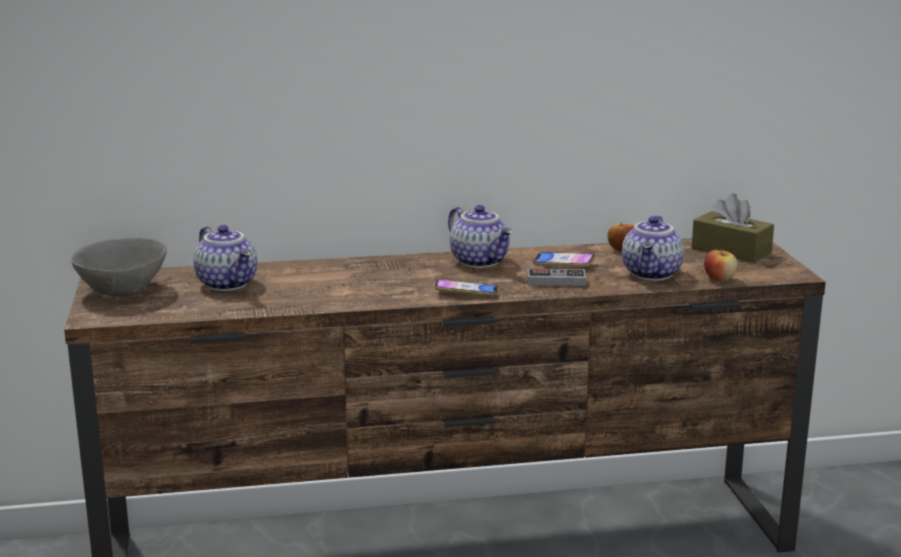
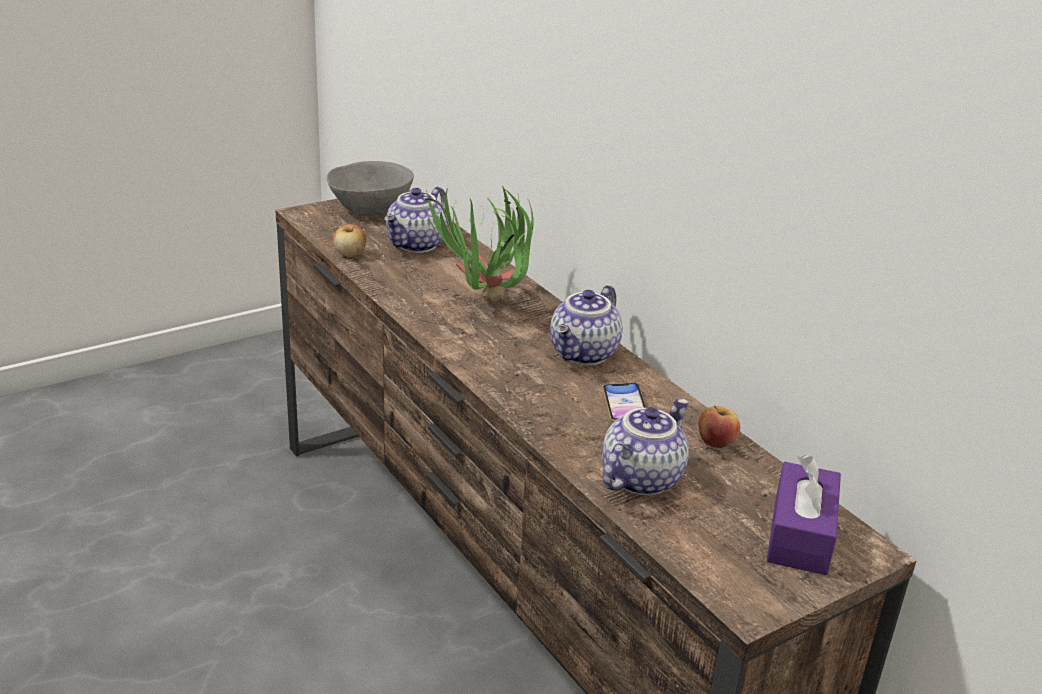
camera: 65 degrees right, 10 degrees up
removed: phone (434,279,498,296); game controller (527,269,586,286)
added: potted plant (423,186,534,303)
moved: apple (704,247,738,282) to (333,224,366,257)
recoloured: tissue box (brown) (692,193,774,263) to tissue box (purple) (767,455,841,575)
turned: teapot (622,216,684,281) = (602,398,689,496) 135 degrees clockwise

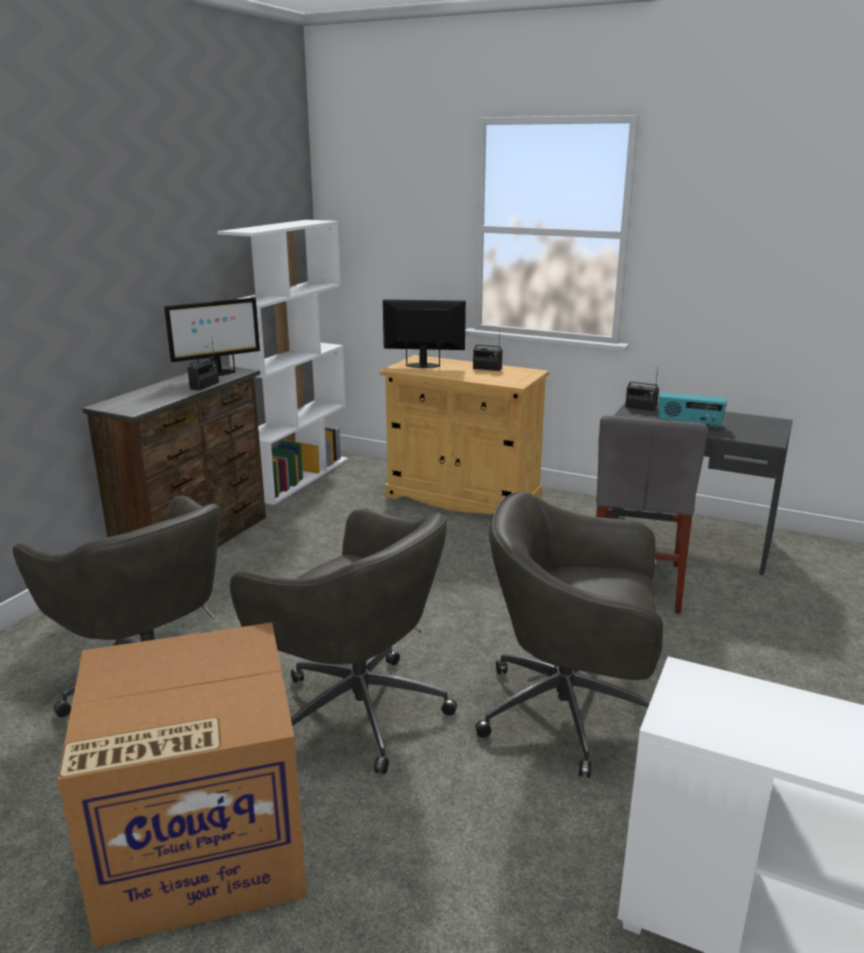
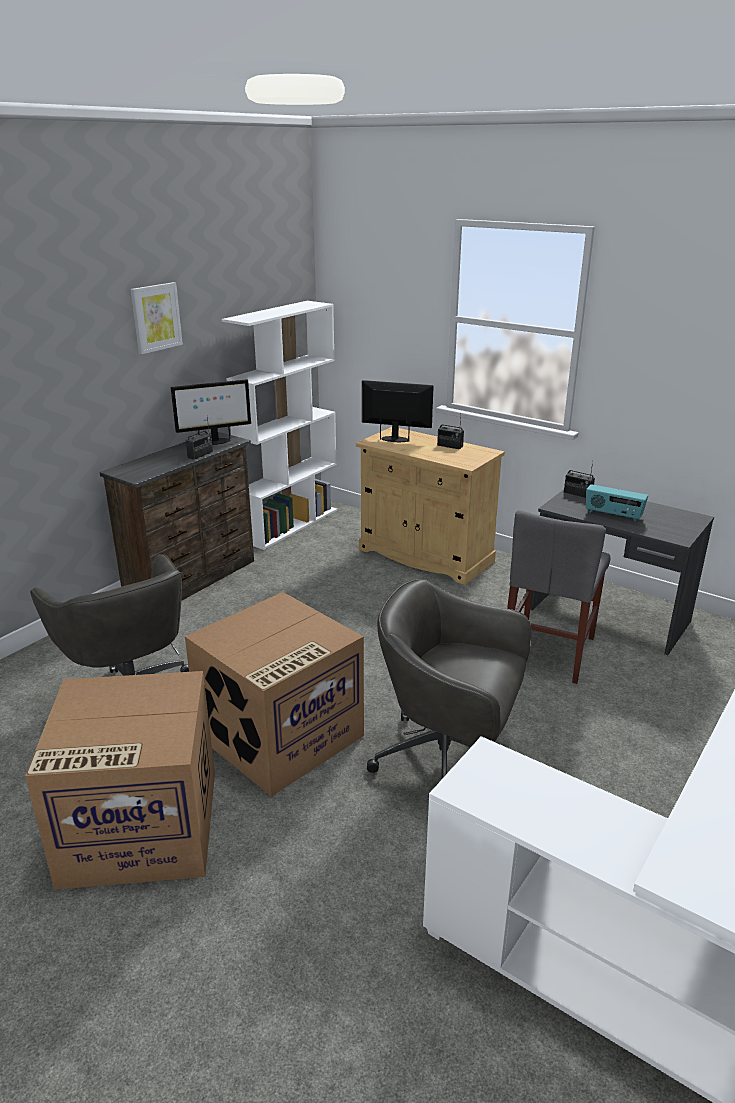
camera: 10 degrees right, 5 degrees up
added: picture (130,282,183,354)
replaced: office chair (grey) (230,508,457,775) to cardboard box (185,592,364,797)

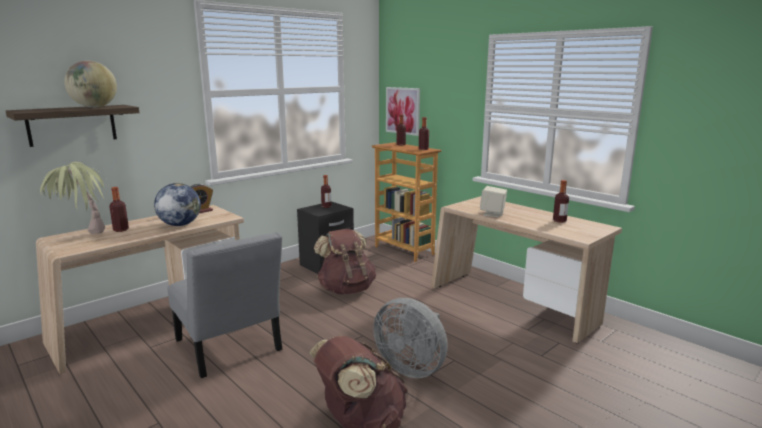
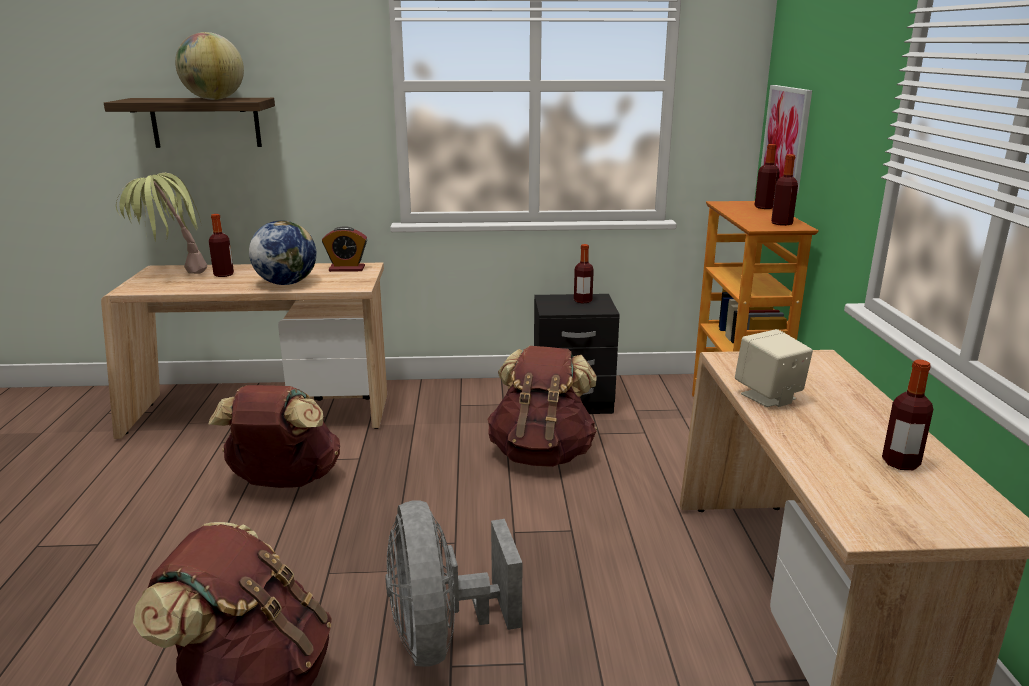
camera: 40 degrees right, 5 degrees up
replaced: chair (grey) (167,232,283,378) to backpack (brown) (208,385,340,488)

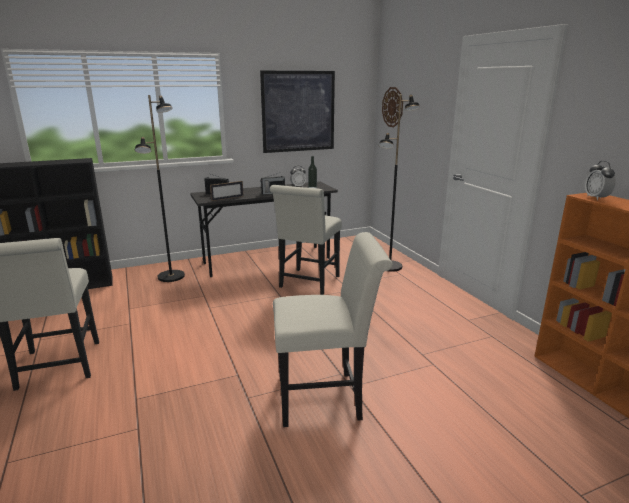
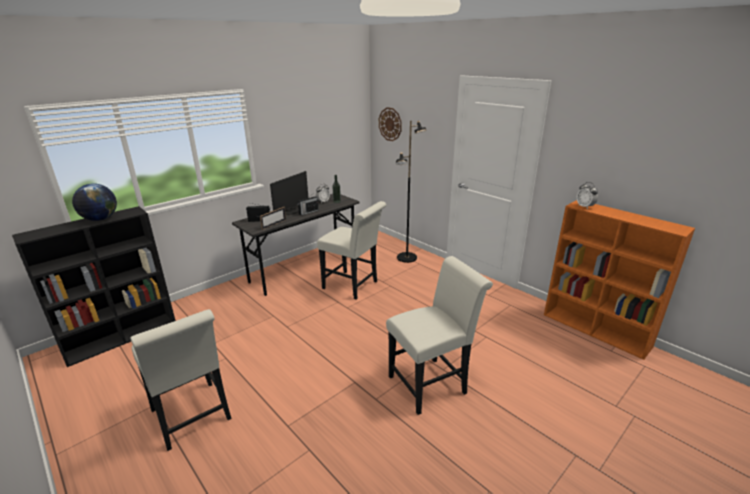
camera: 20 degrees left, 5 degrees up
removed: floor lamp (black) (135,95,185,282); picture (260,71,335,153)
added: globe (72,184,117,221); monitor (270,171,308,215)
turned: chair (white) (270,185,342,295) = (317,201,386,300) 60 degrees counterclockwise

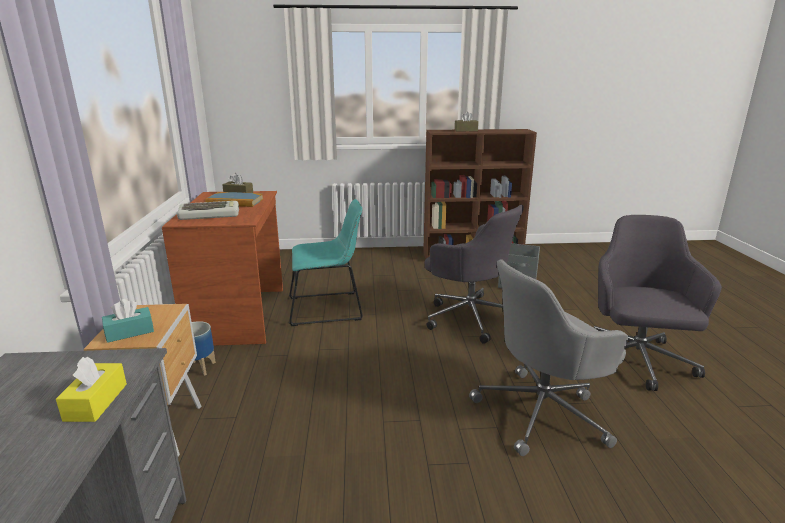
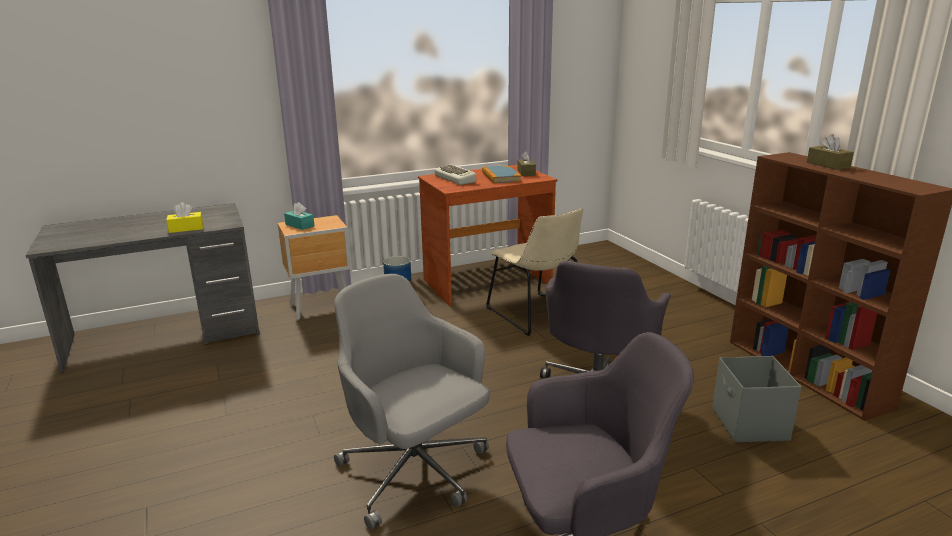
camera: 70 degrees right, 0 degrees up
recoloured: chair (turquoise) (289,199,363,326) to chair (beige) (486,208,584,336)

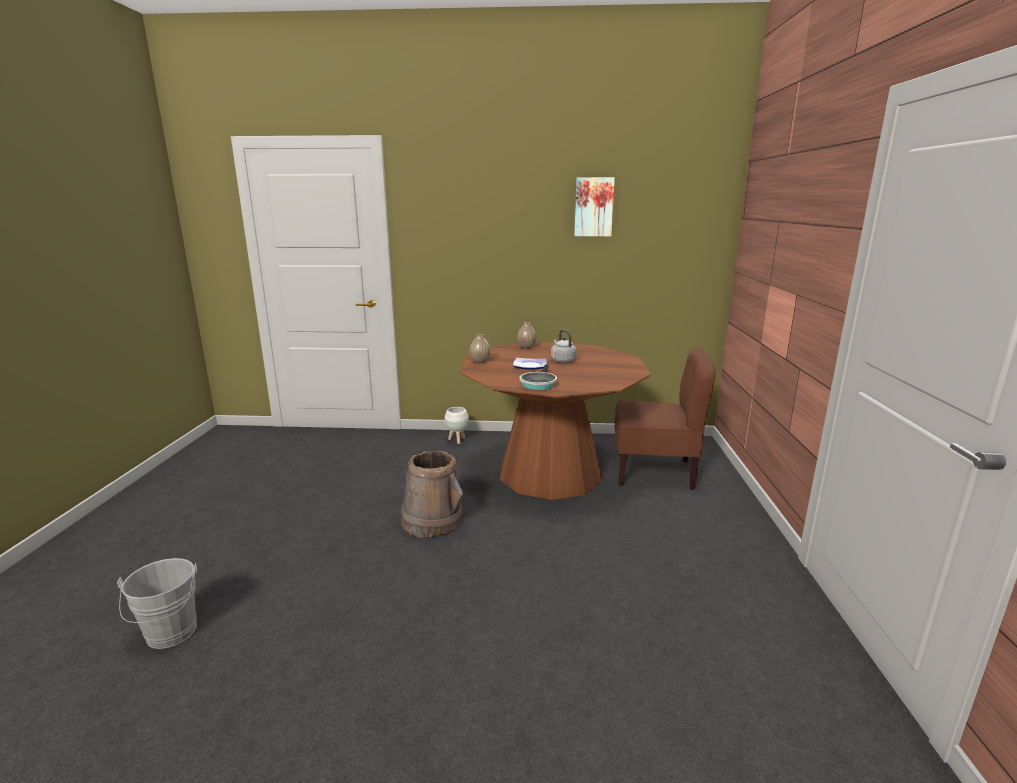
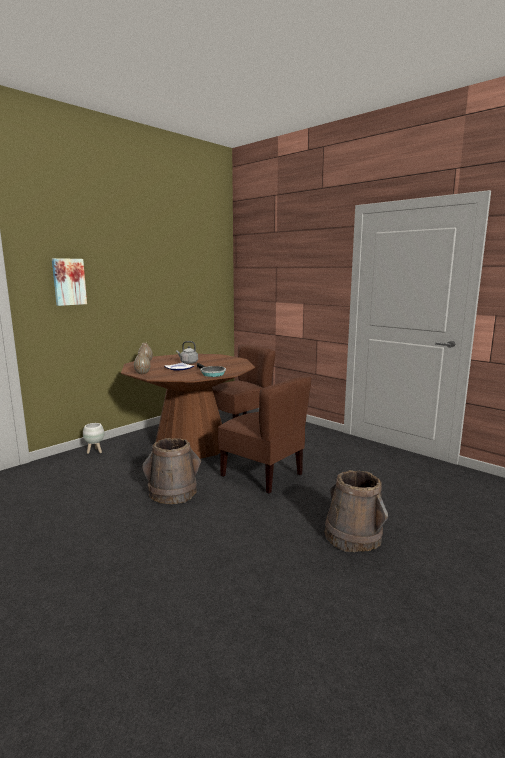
camera: 50 degrees left, 5 degrees down
removed: bucket (grey) (117,558,197,649)
added: chair (brown) (218,376,312,494); bucket (brown) (325,470,388,552)
moved: picture (574,177,615,237) to (52,258,87,306)

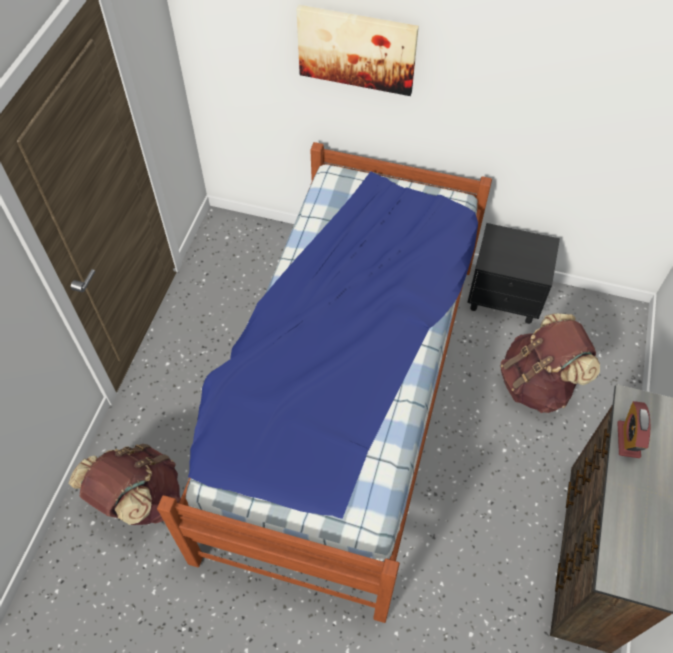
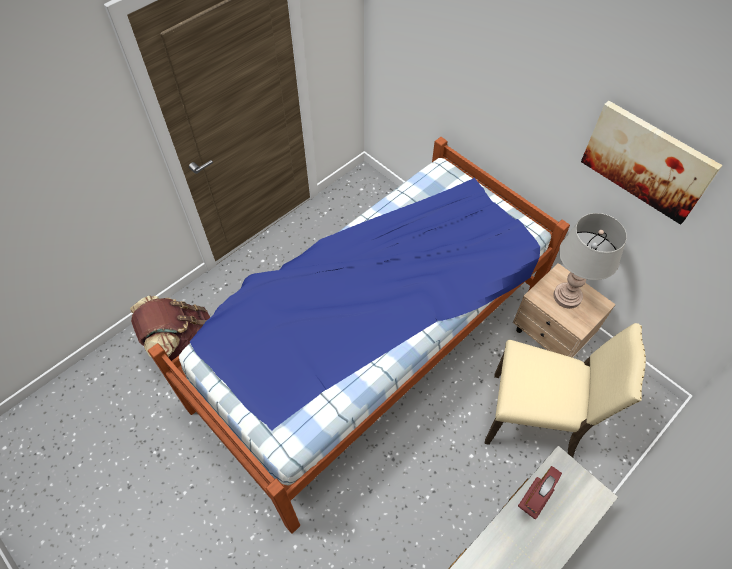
camera: 30 degrees right, 0 degrees up
added: table lamp (grey) (554,213,627,309)
moved: picture (296,5,419,96) to (581,101,723,225)
replaced: backpack (brown) (500,313,600,413) to chair (beige) (485,323,646,458)
recoloured: nightstand (black) (467,223,560,324) to nightstand (beige) (513,263,616,358)

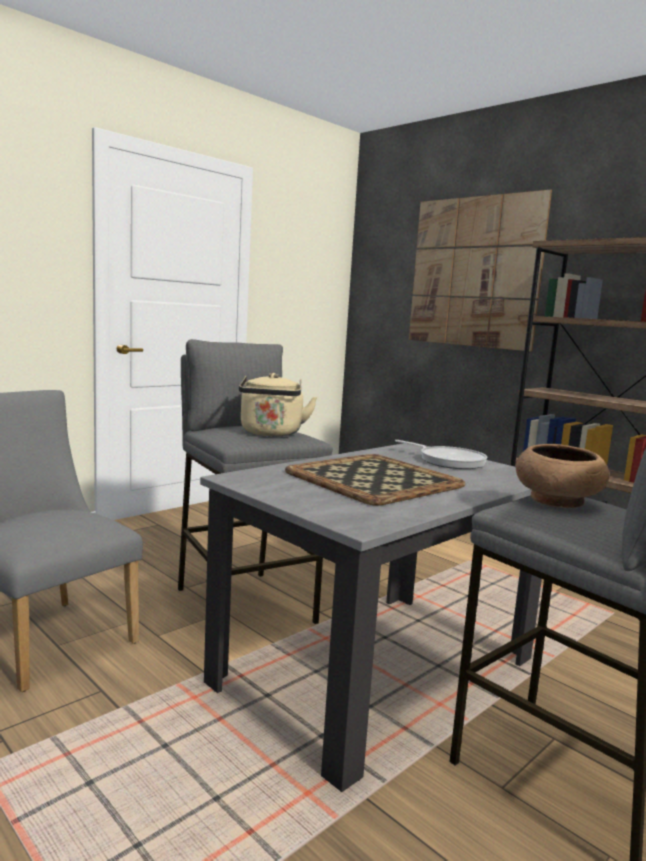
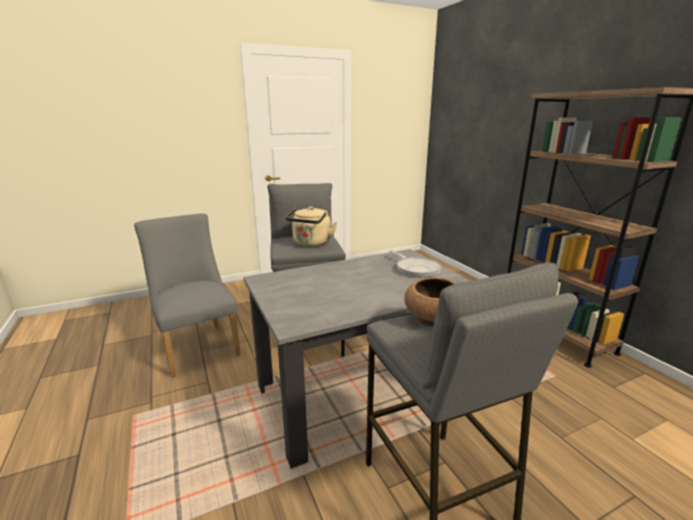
camera: 20 degrees right, 10 degrees up
removed: tray (285,454,465,506); picture (409,190,552,352)

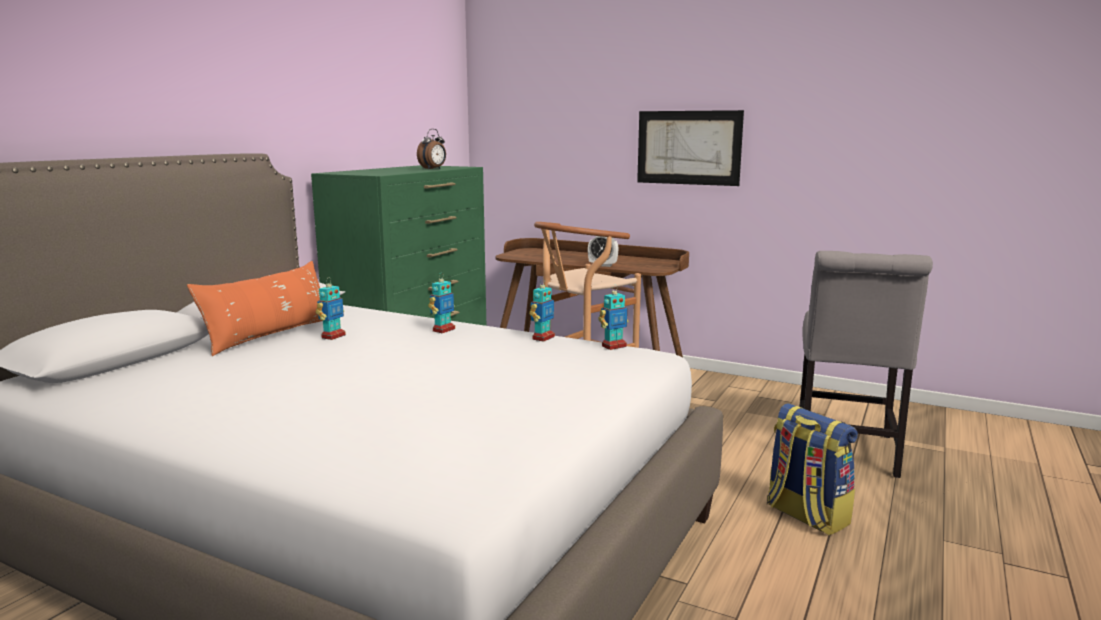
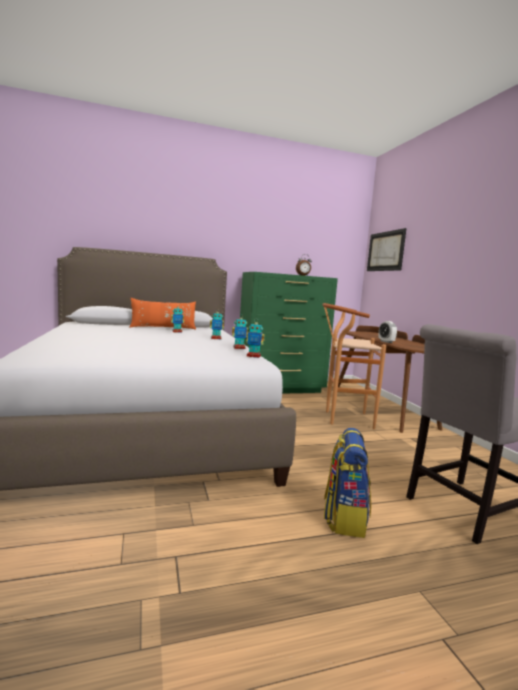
camera: 45 degrees right, 5 degrees down
moved: picture (637,110,744,186) to (367,228,407,271)

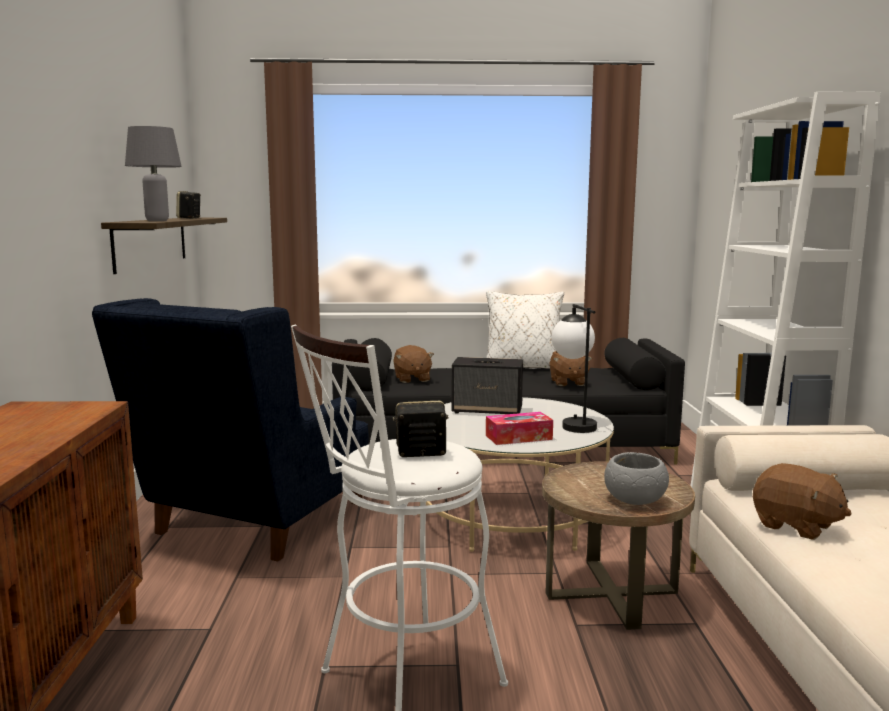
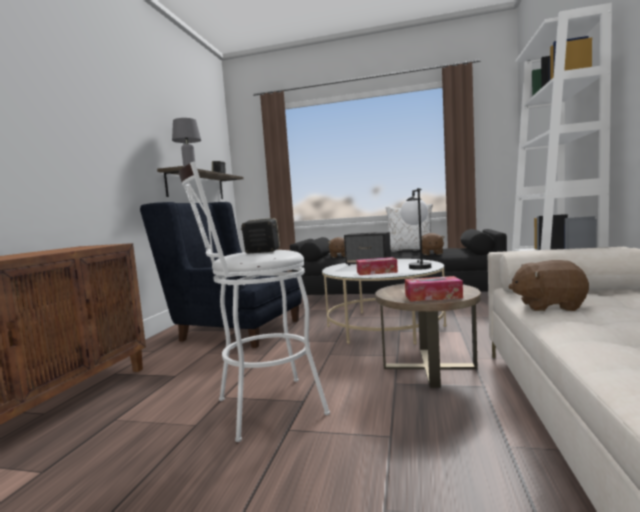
camera: 15 degrees right, 5 degrees down
replaced: bowl (grey) (604,452,669,505) to tissue box (405,276,463,302)
turned: armchair (blue) (92,298,369,562) = (140,202,302,348) 75 degrees clockwise; plush toy (brown) (753,463,852,540) = (509,260,589,311) 135 degrees clockwise

